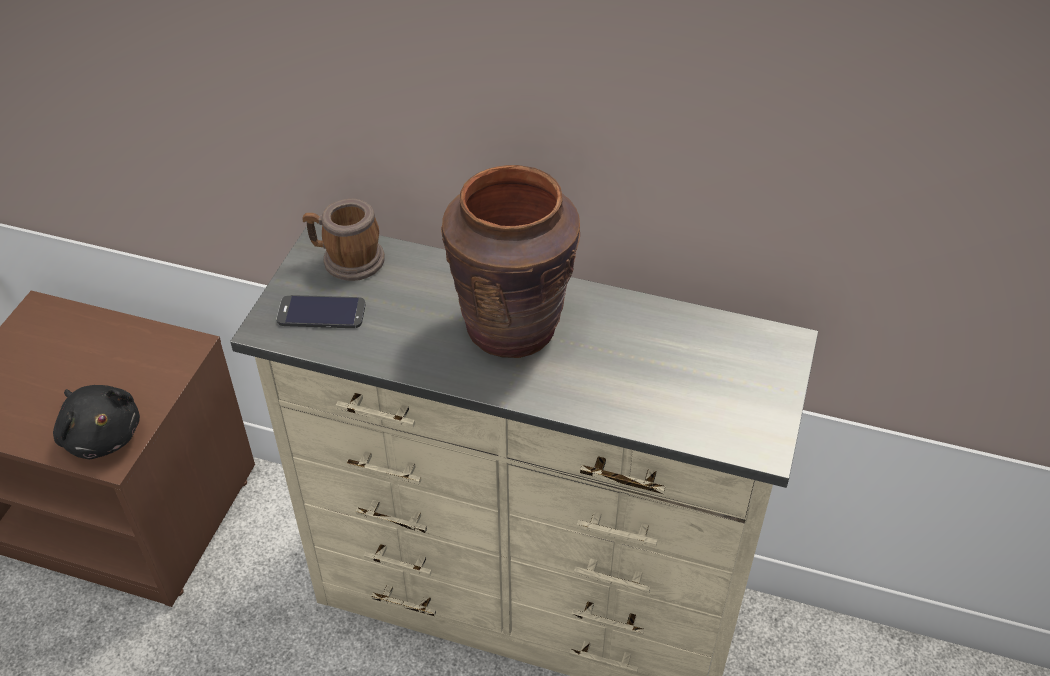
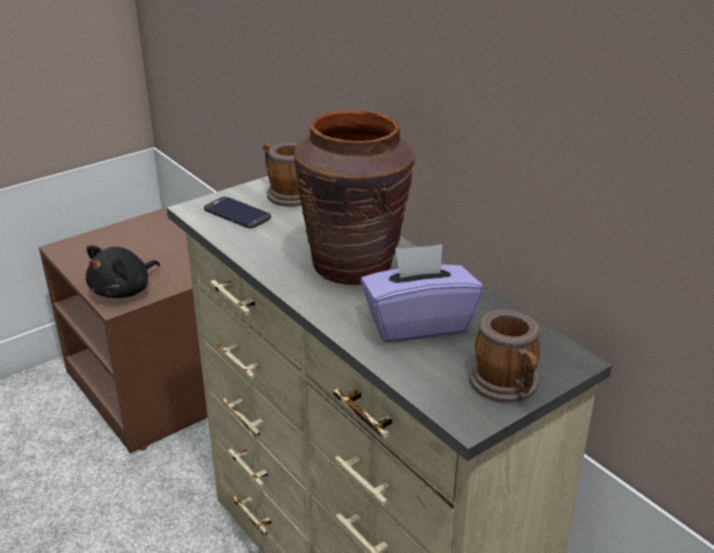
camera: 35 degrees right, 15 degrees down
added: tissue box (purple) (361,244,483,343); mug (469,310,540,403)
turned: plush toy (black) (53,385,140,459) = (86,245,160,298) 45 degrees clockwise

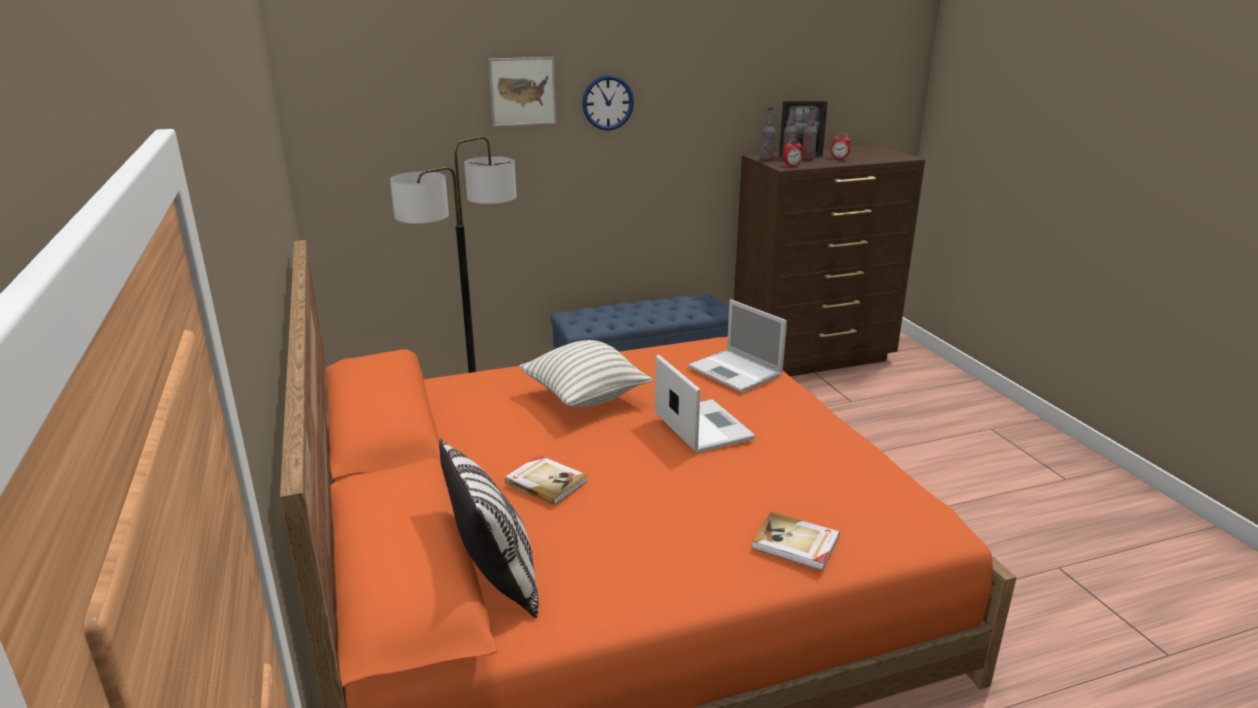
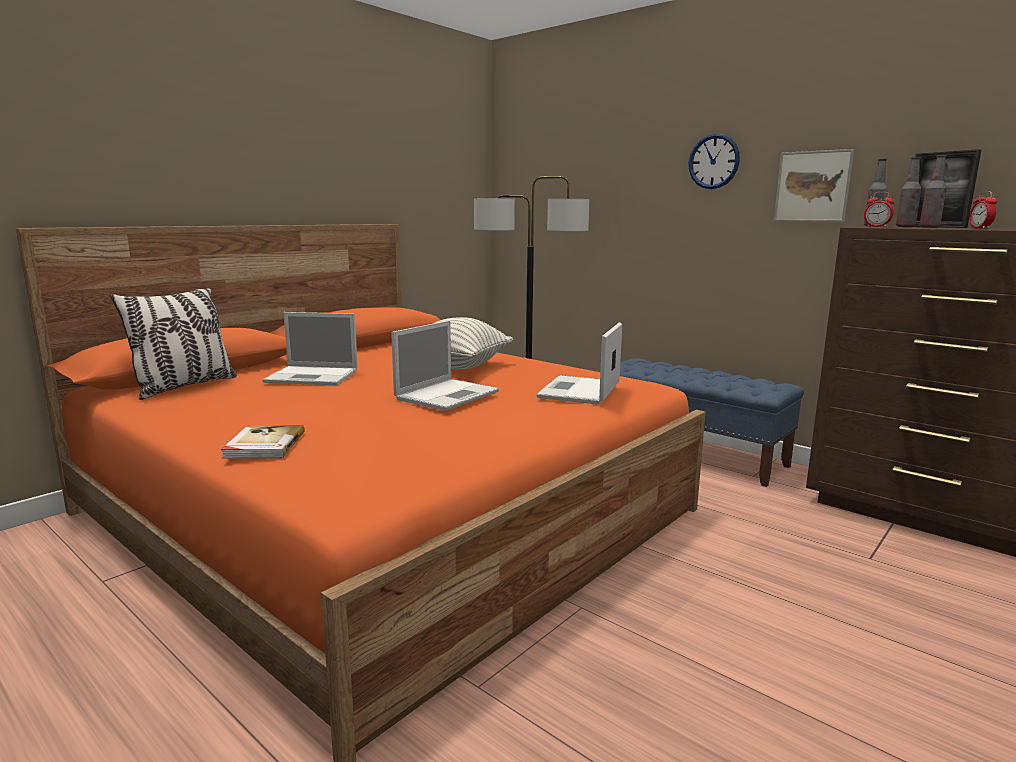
camera: 60 degrees right, 10 degrees down
moved: picture (488,57,556,127) to (774,149,854,222)
replaced: book (504,455,588,505) to laptop (262,312,358,385)

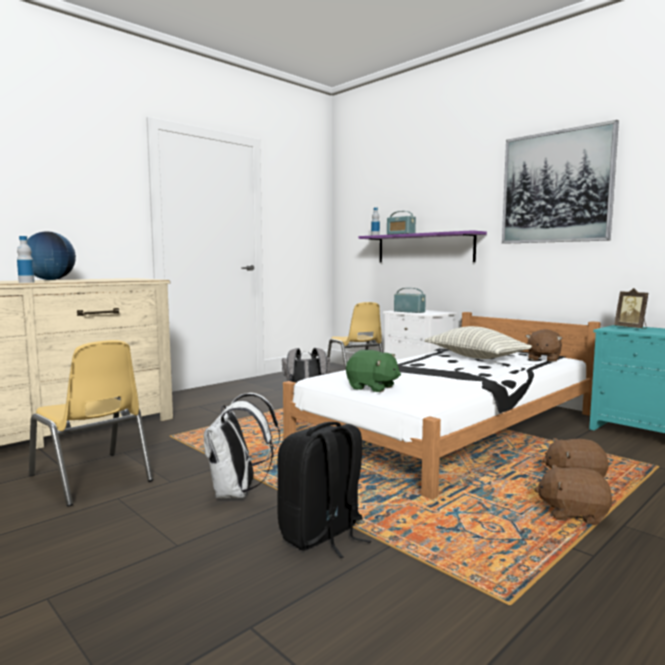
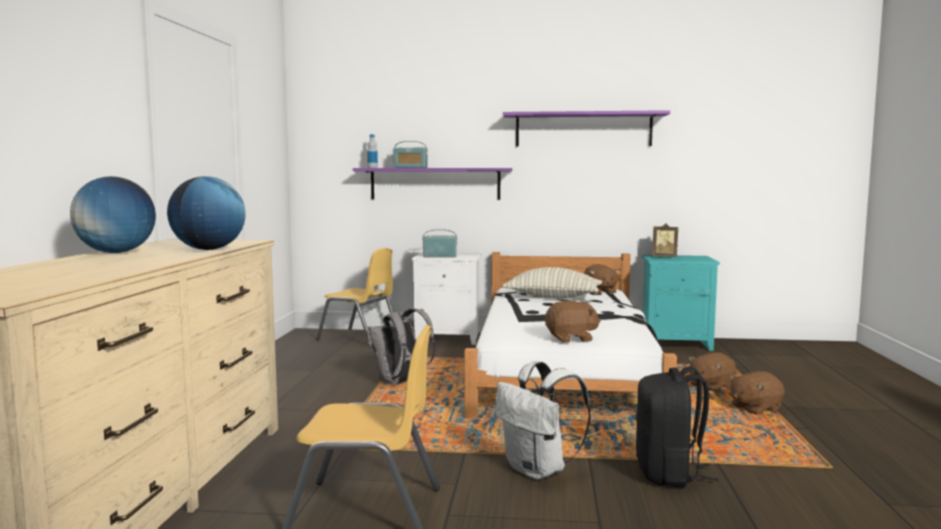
camera: 40 degrees left, 0 degrees up
removed: bottle (17,236,35,283)
added: globe (167,176,246,250)
replaced: picture (502,120,619,244) to shelf (purple) (503,110,670,147)
recoloured: plush toy (green) (346,350,401,392) to plush toy (brown) (545,301,601,343)

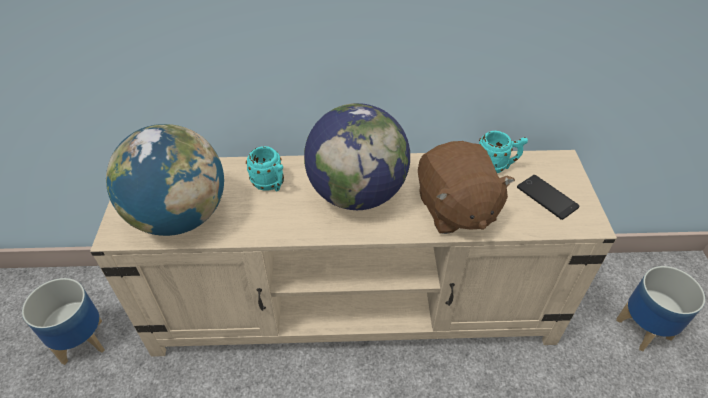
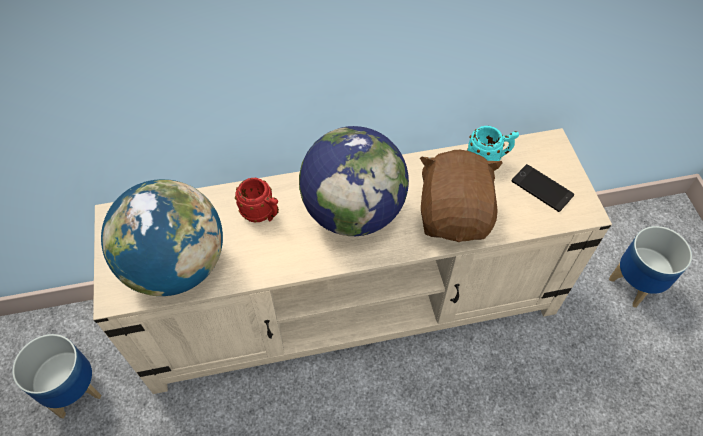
camera: 10 degrees left, 10 degrees up
recoloured: mug (turquoise) (246,146,284,192) to mug (red) (235,178,279,222)
turned: plush toy (brown) (418,141,515,234) = (420,150,502,242) 150 degrees counterclockwise

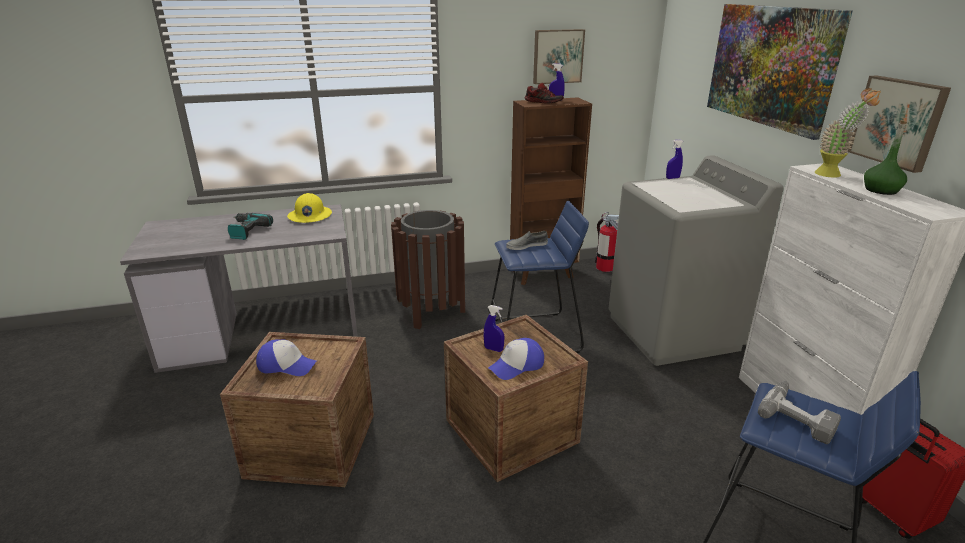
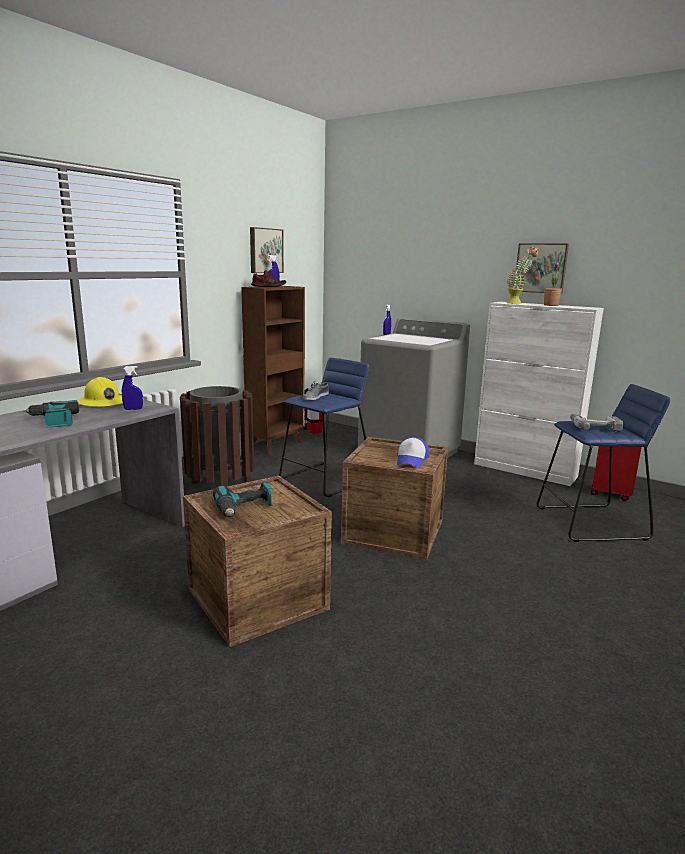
camera: 40 degrees left, 10 degrees down
removed: picture (707,4,853,140)
moved: spray bottle (blue) (483,305,505,352) to (122,366,143,410)
replaced: cap (256,339,317,376) to power drill (213,482,273,517); bottle (green) (864,120,907,195) to potted plant (544,262,562,306)

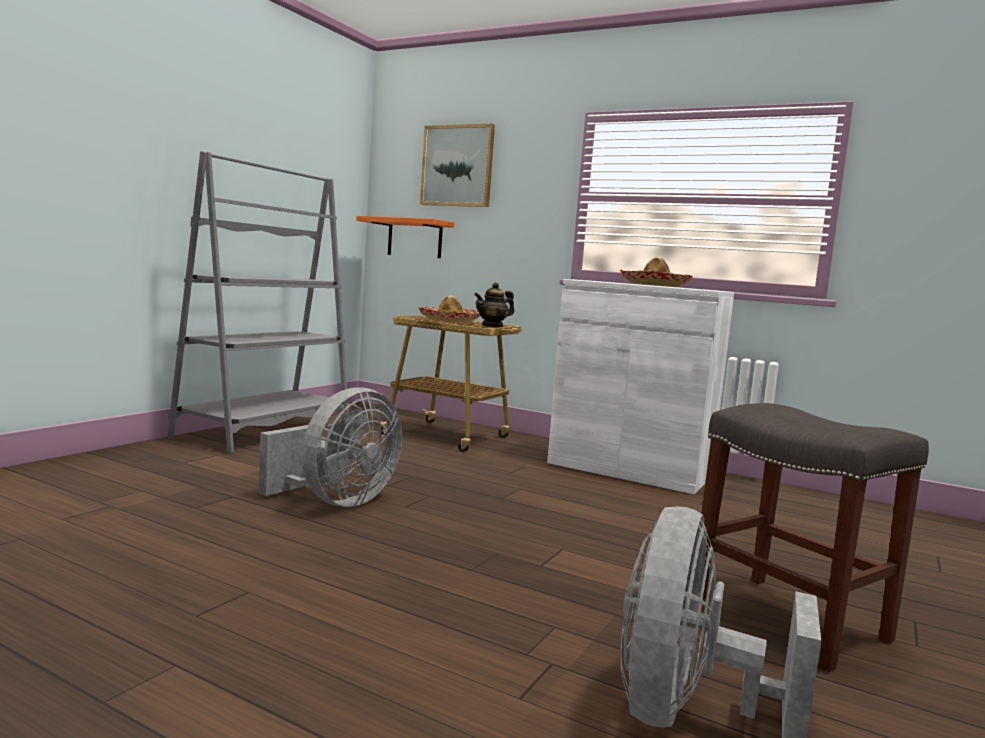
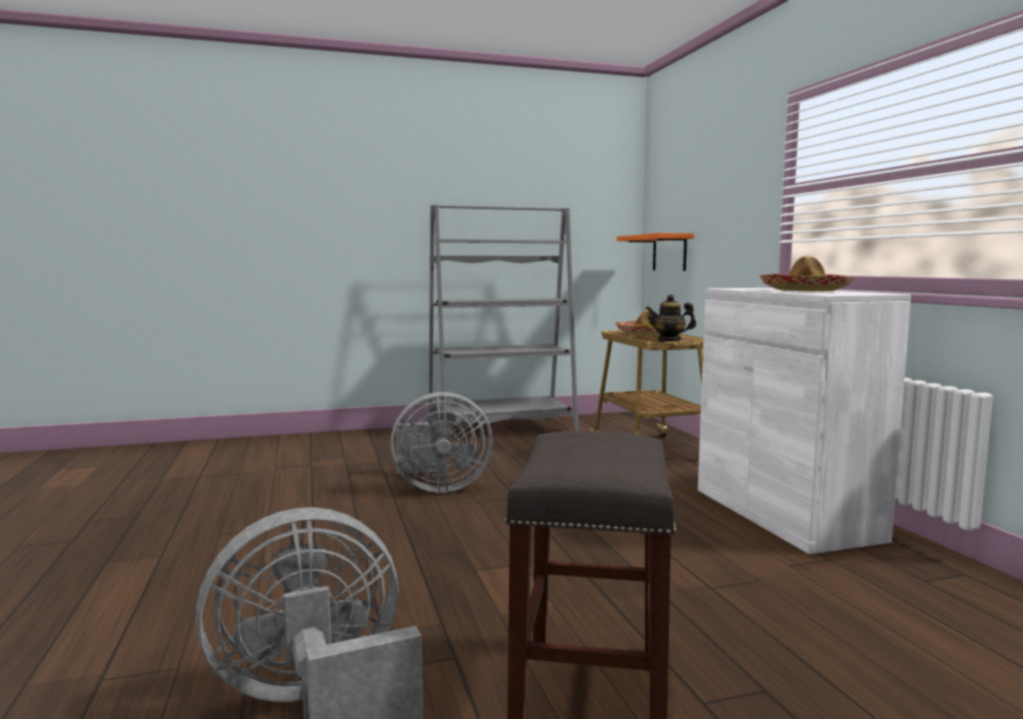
camera: 45 degrees right, 0 degrees up
removed: picture (420,123,495,207)

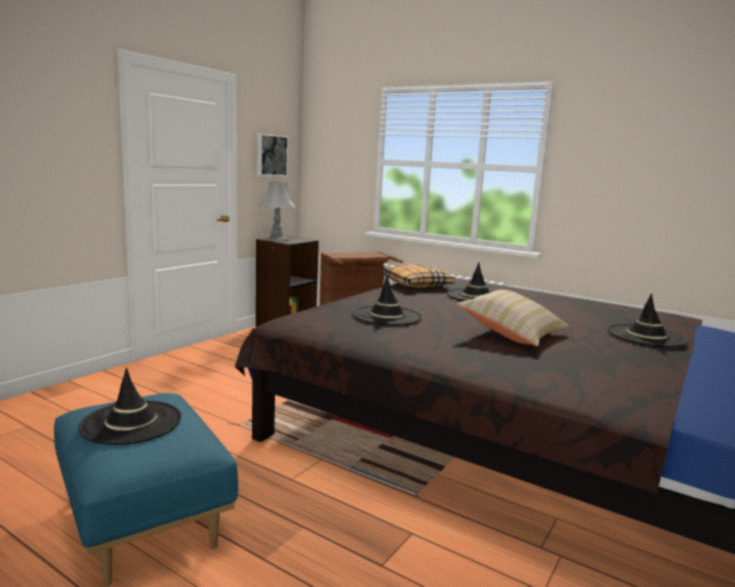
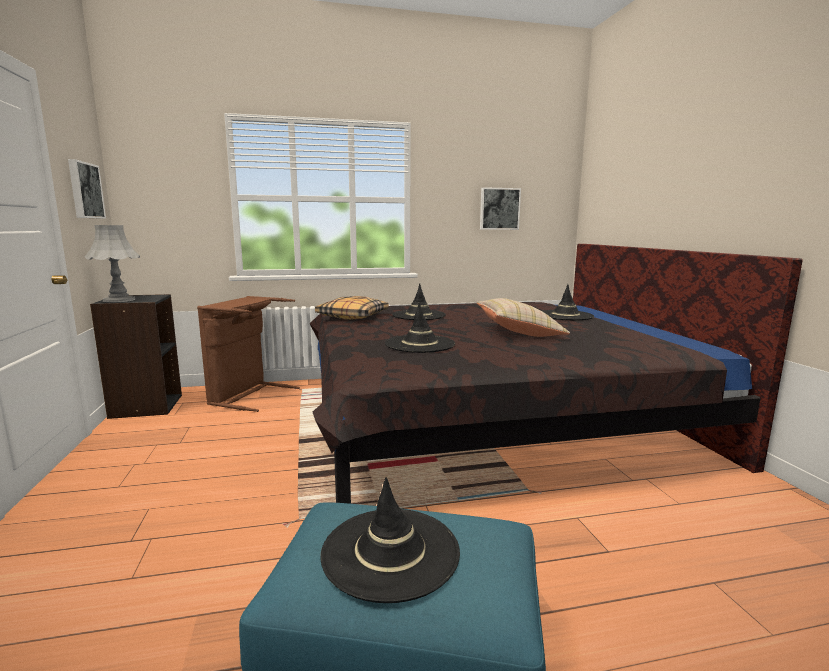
camera: 45 degrees left, 0 degrees up
added: picture (480,187,521,230)

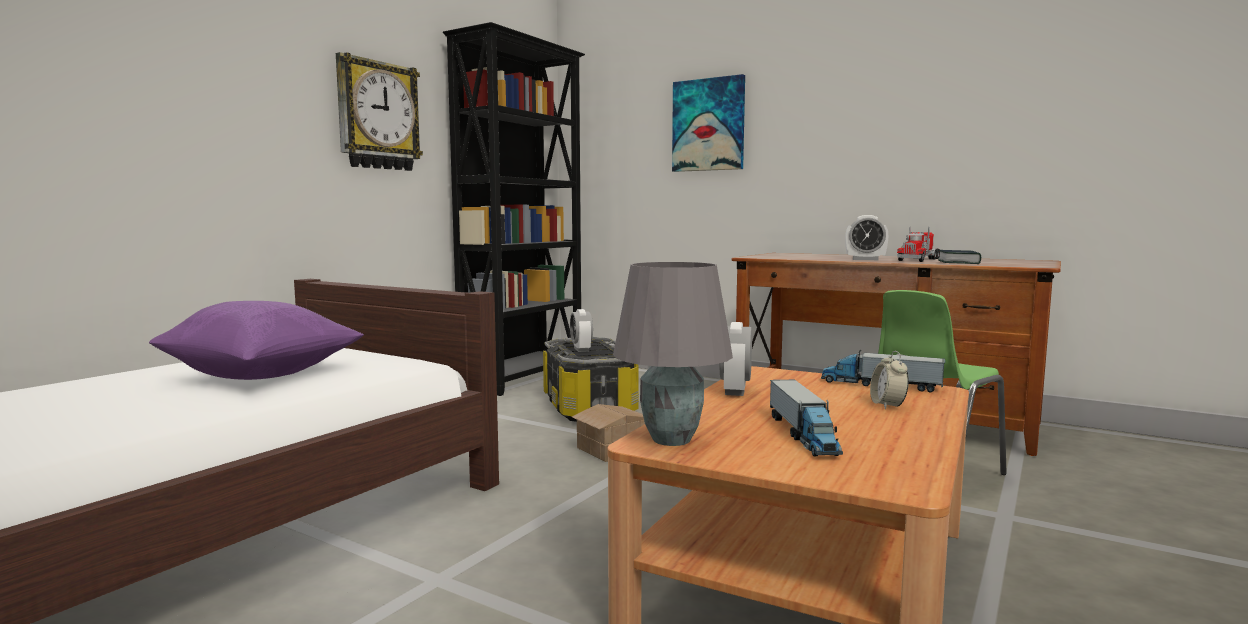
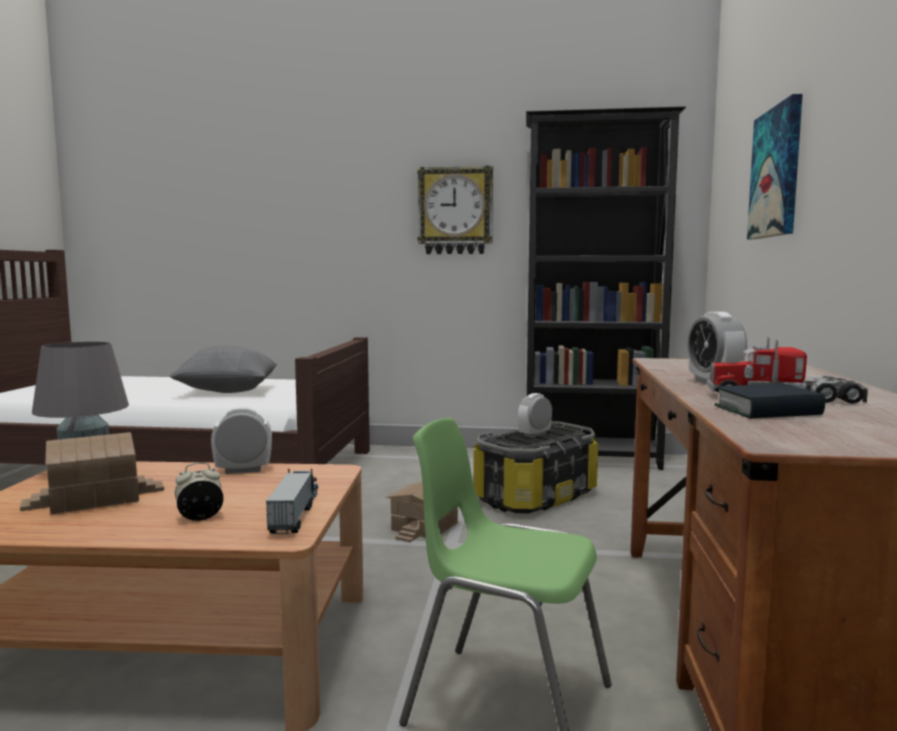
camera: 65 degrees right, 0 degrees up
replaced: toy truck (770,380,843,456) to toy house (20,432,164,514)
recoloured: pillow (purple) (149,301,364,380) to pillow (grey) (169,345,277,393)

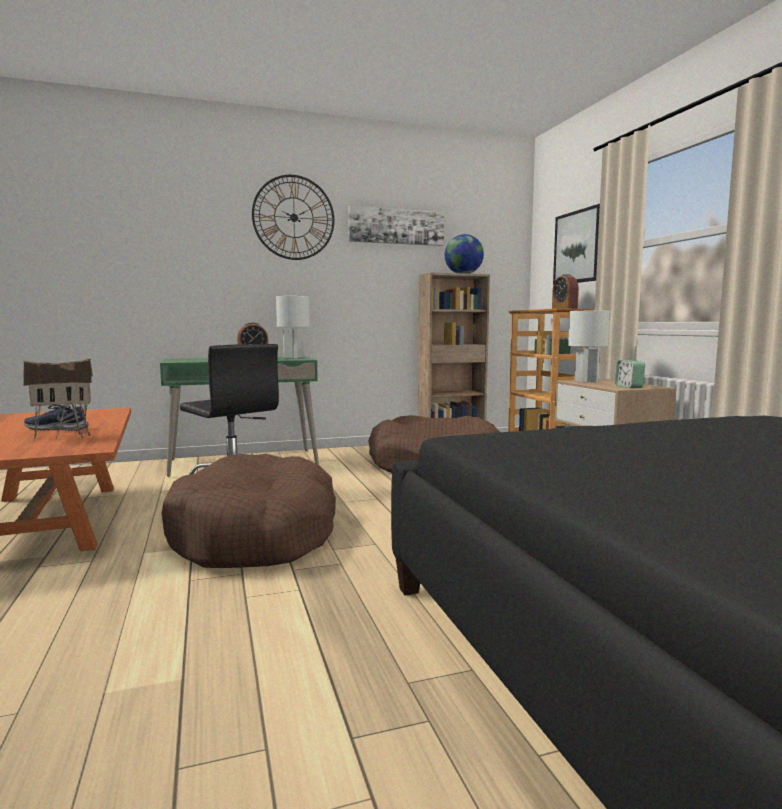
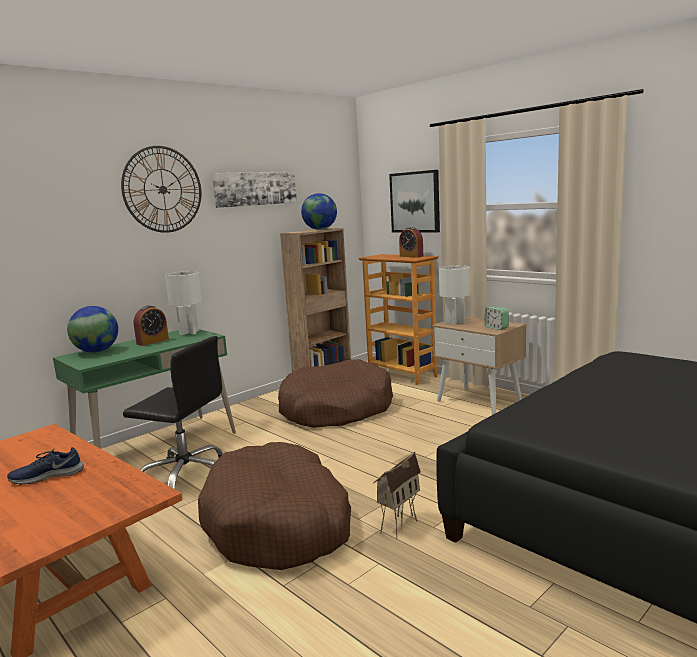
camera: 25 degrees left, 5 degrees up
added: globe (67,306,118,353)
moved: toy house (23,359,93,442) to (374,452,421,539)

